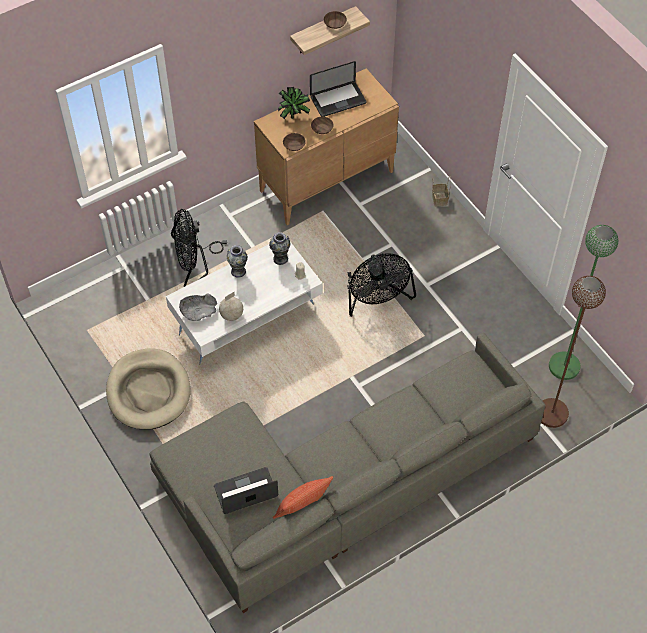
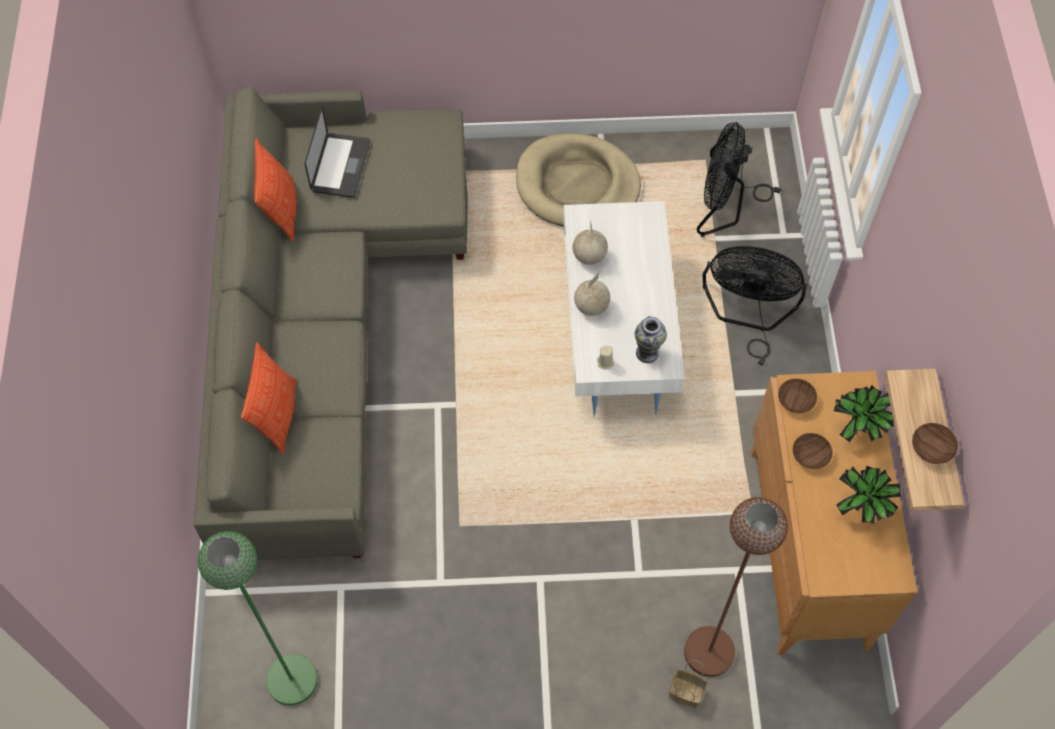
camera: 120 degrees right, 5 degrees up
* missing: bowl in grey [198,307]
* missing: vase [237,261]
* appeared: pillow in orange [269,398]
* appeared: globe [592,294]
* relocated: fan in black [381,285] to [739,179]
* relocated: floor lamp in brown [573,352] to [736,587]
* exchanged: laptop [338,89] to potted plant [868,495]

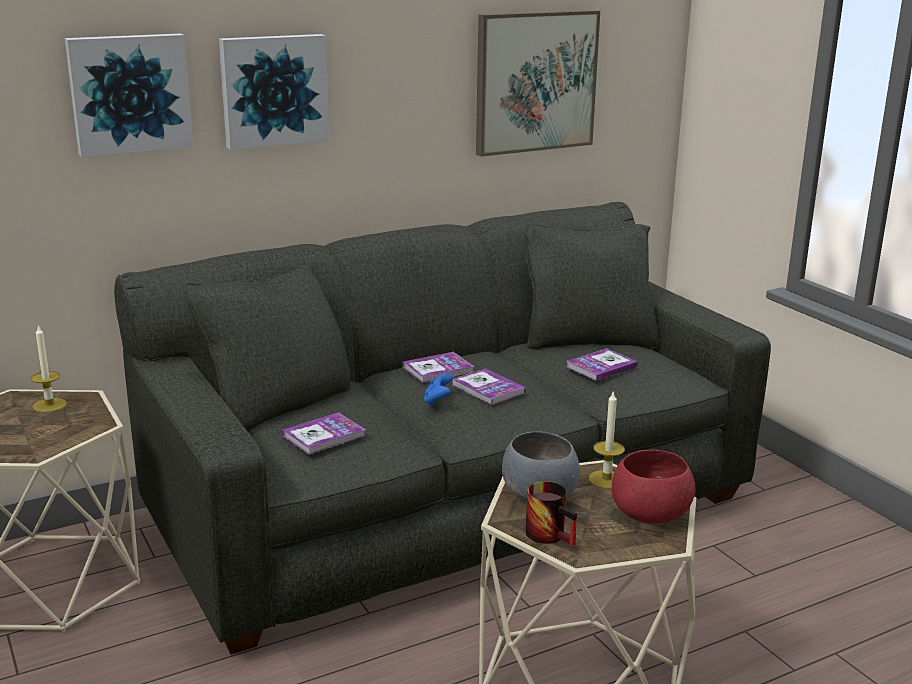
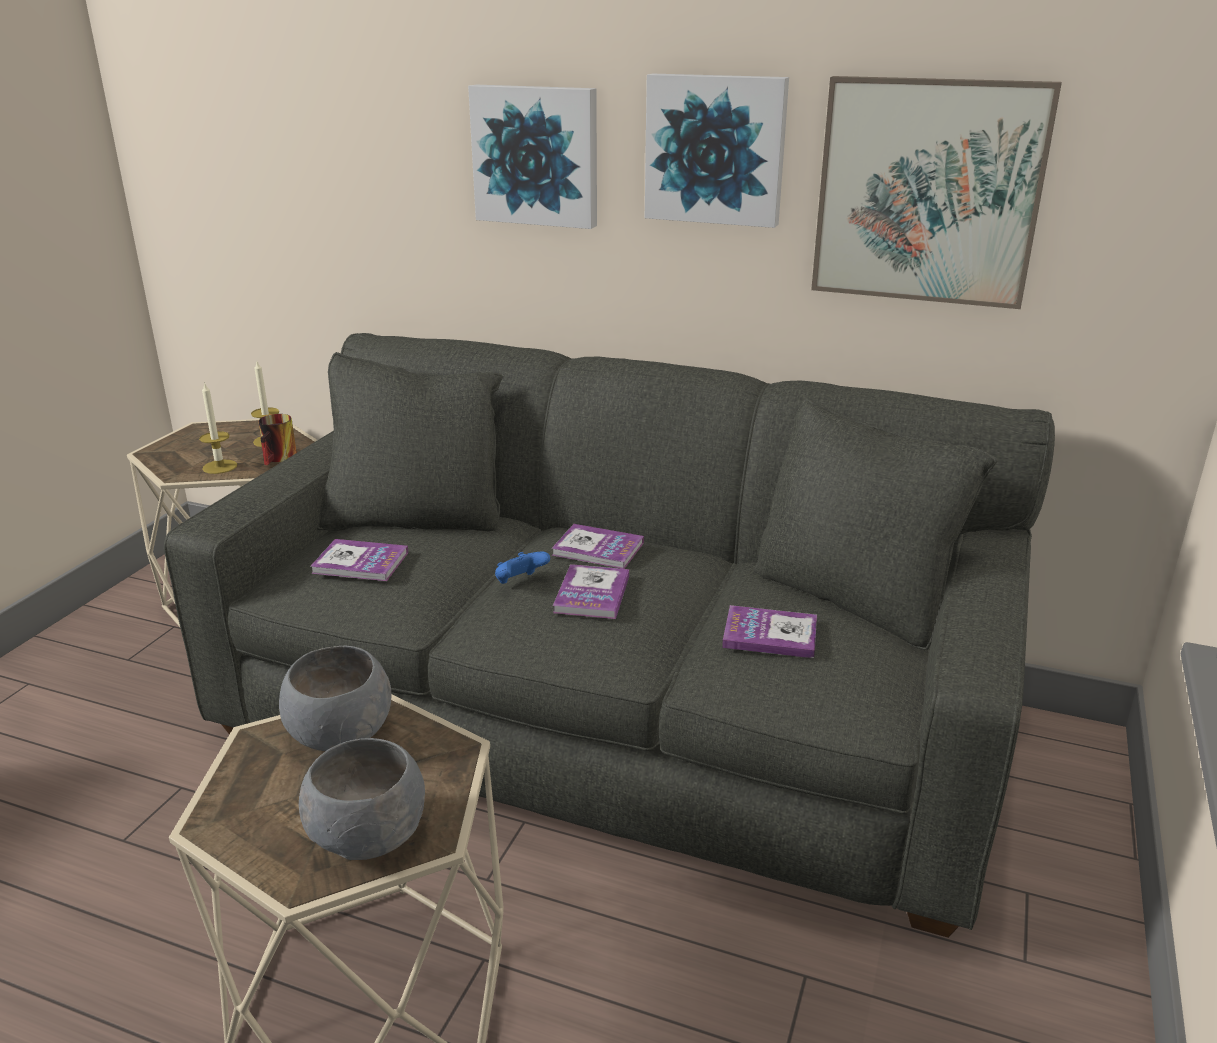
camera: 50 degrees right, 5 degrees up
* relocated: picture [129,95] to [717,151]
* relocated: mug [551,513] to [278,439]
* relocated: candle [607,439] to [218,428]
* colour: bowl in red [654,487] to bowl in grey [362,799]

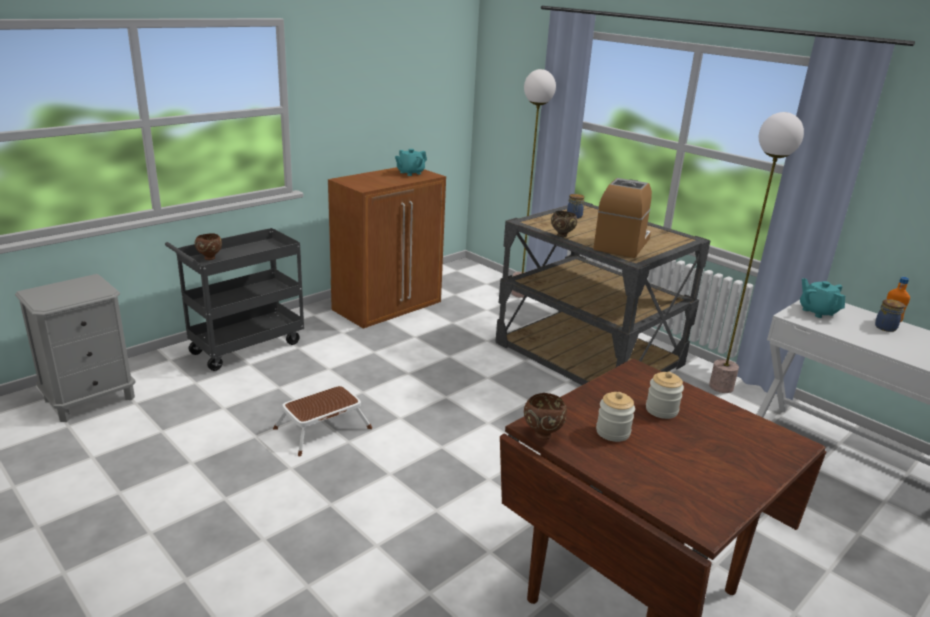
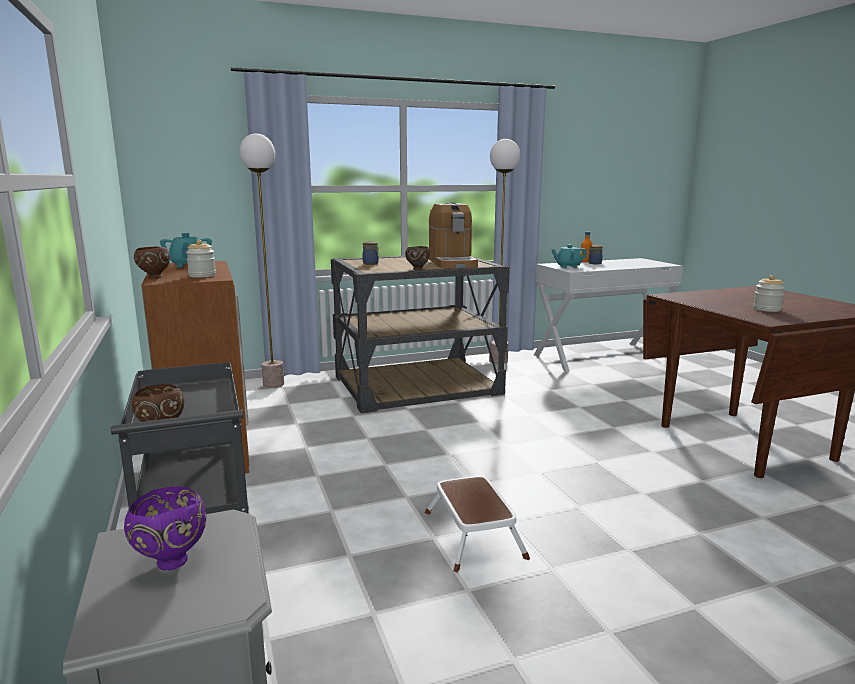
camera: 65 degrees left, 10 degrees down
* appeared: bowl in purple [165,528]
* relocated: bowl in brown [545,416] to [152,262]
* relocated: jar [665,395] to [201,259]
* spun: coffee machine [622,218] = [453,235] 150 degrees counterclockwise

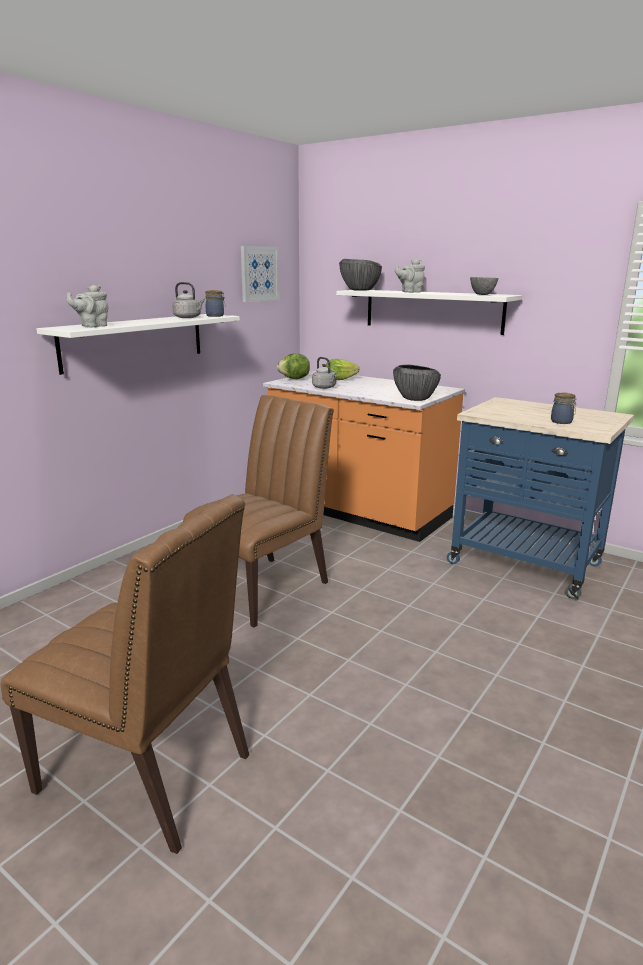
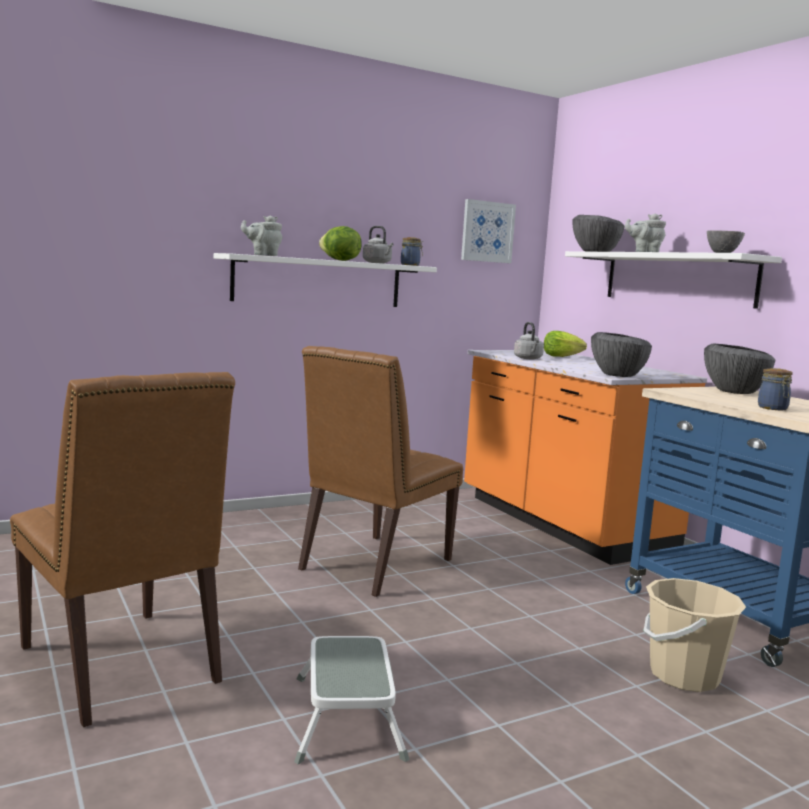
camera: 25 degrees right, 10 degrees down
* appeared: step ladder in grey [351,700]
* appeared: bucket in beige [694,635]
* appeared: bowl [740,369]
* relocated: lettuce [293,366] to [340,243]
* spun: chair in brown [258,511] = [380,471] 150 degrees clockwise

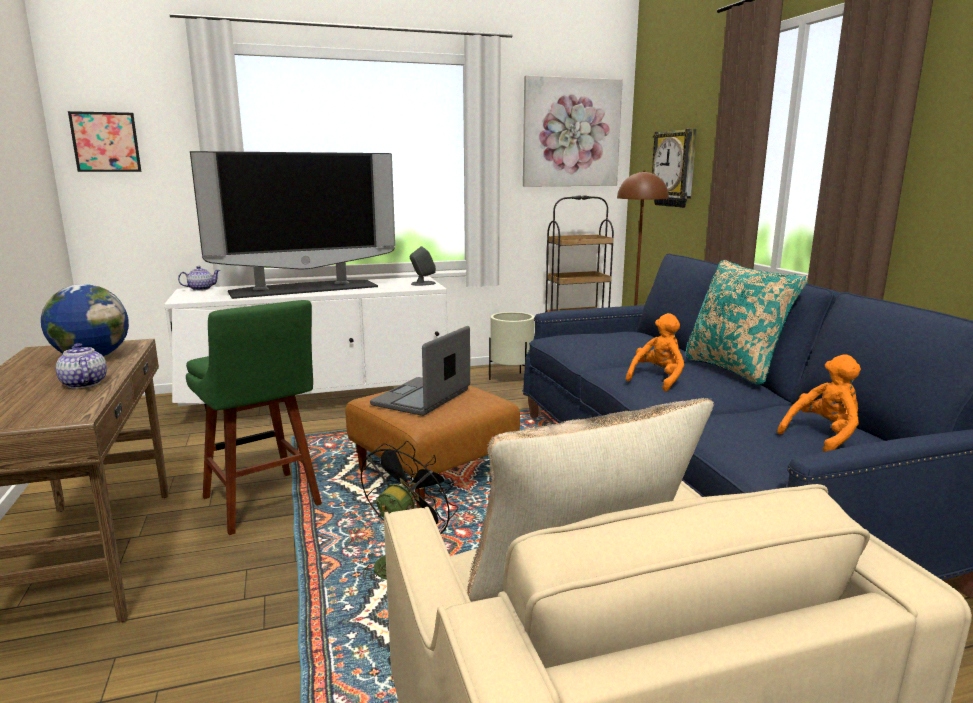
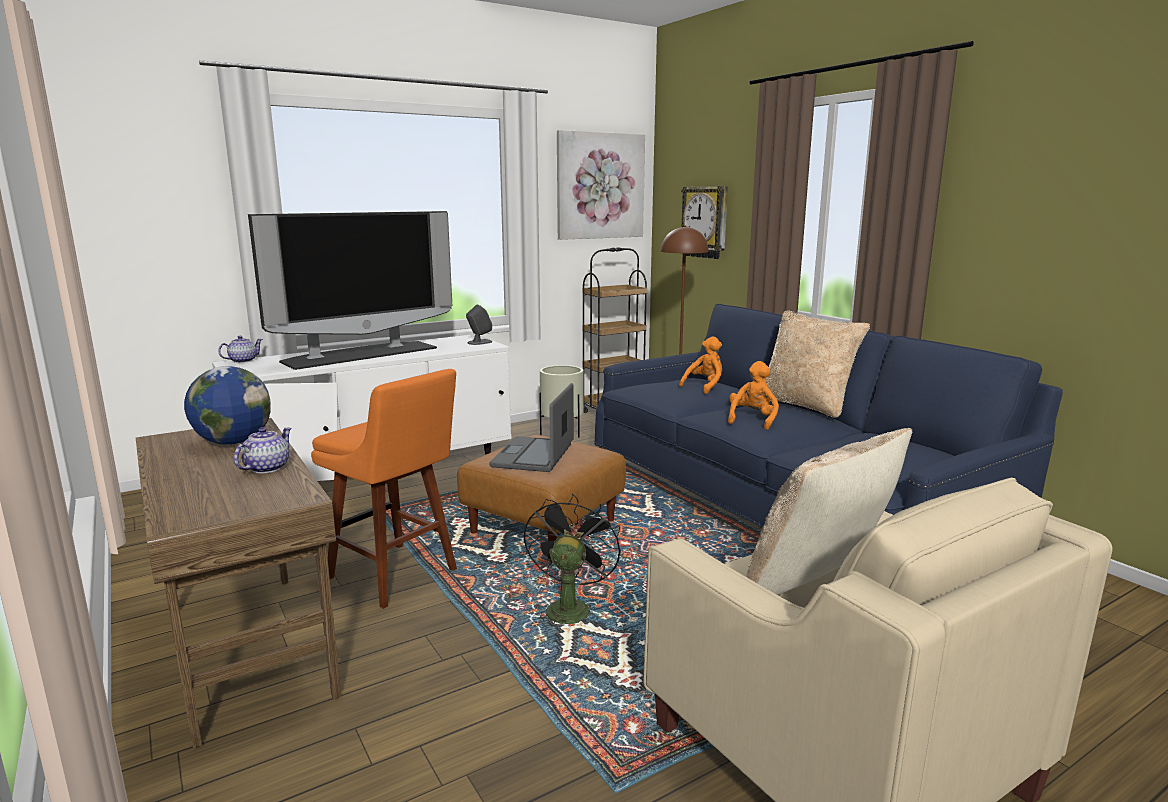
camera: 15 degrees left, 0 degrees up
* missing: picture [104,141]
* relocated: plush toy in orange [819,403] to [700,365]
* colour: stool in green [254,417] to stool in orange [384,489]
* colour: pillow in turquoise [747,322] to pillow in beige [817,364]
* spun: teapot [81,366] = [263,450] 75 degrees clockwise

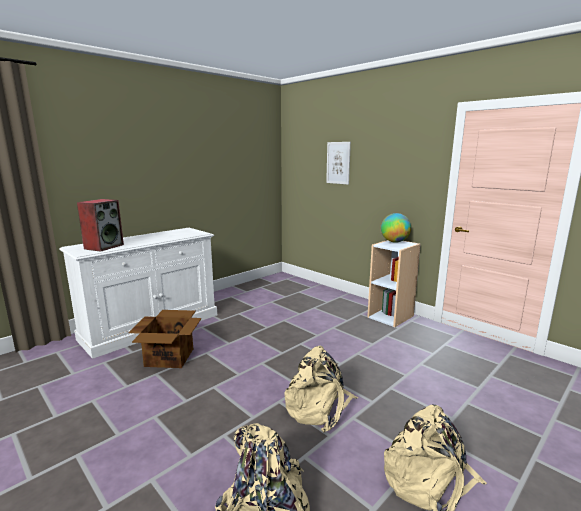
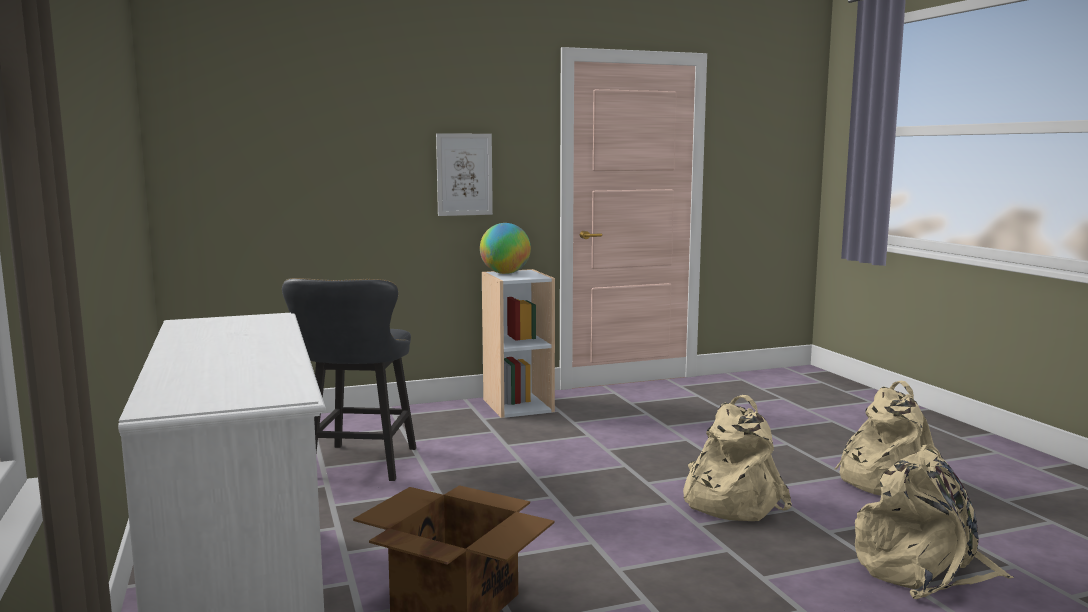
camera: 65 degrees left, 5 degrees down
* missing: speaker [100,225]
* appeared: stool in grey [349,379]
* relocated: picture [338,163] to [464,174]

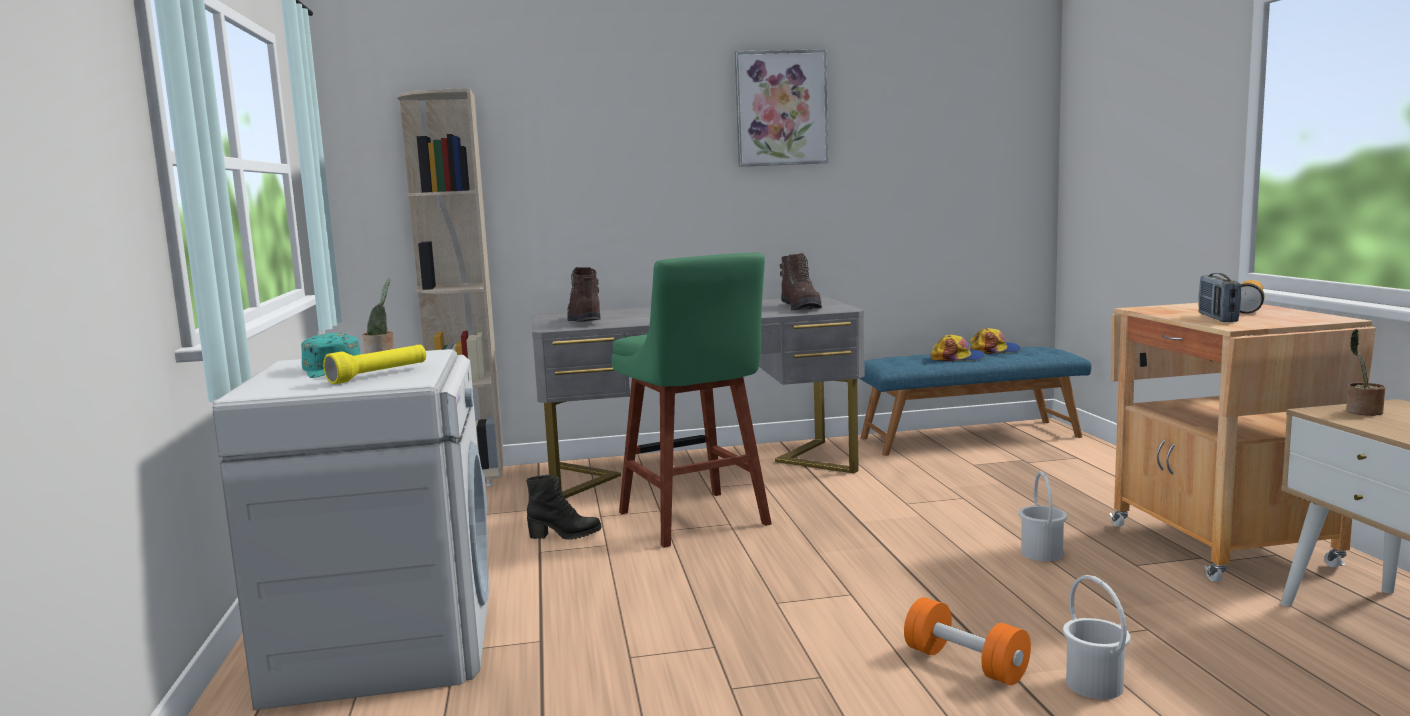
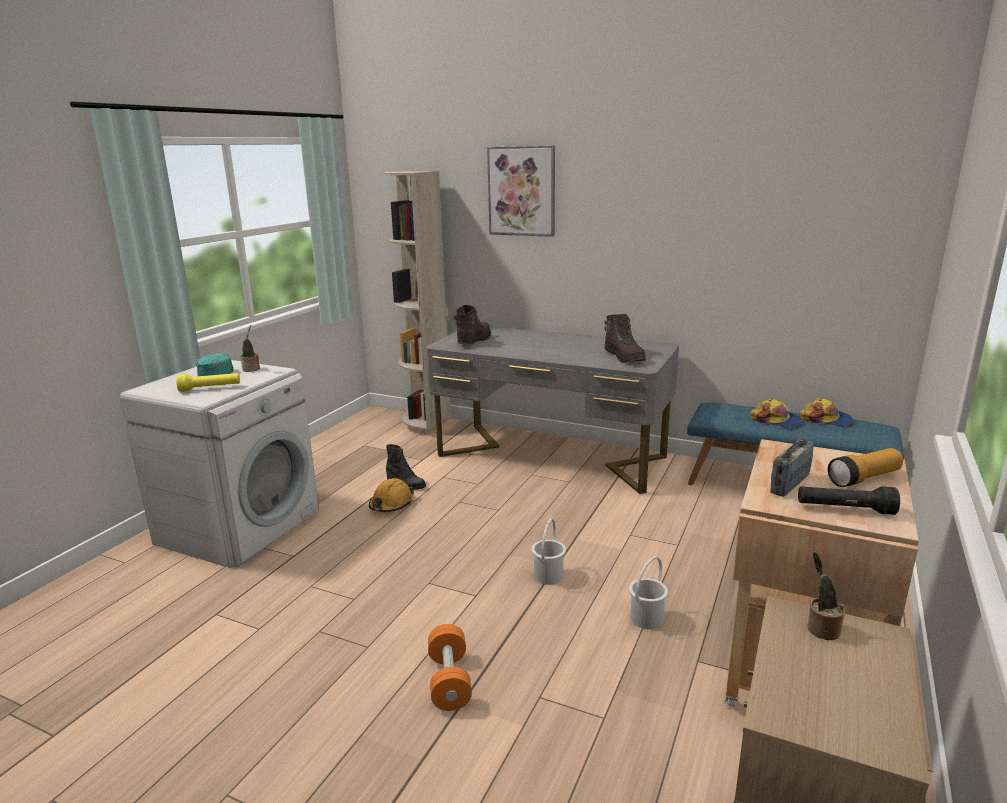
camera: 35 degrees right, 10 degrees up
* missing: stool in green [692,400]
* appeared: hard hat in orange [391,495]
* appeared: flashlight in black [849,500]
* relocated: picture [781,108] to [521,191]
* relocated: bucket in white [1096,637] to [548,551]
* spun: boot in brown [801,281] = [625,338] 45 degrees counterclockwise

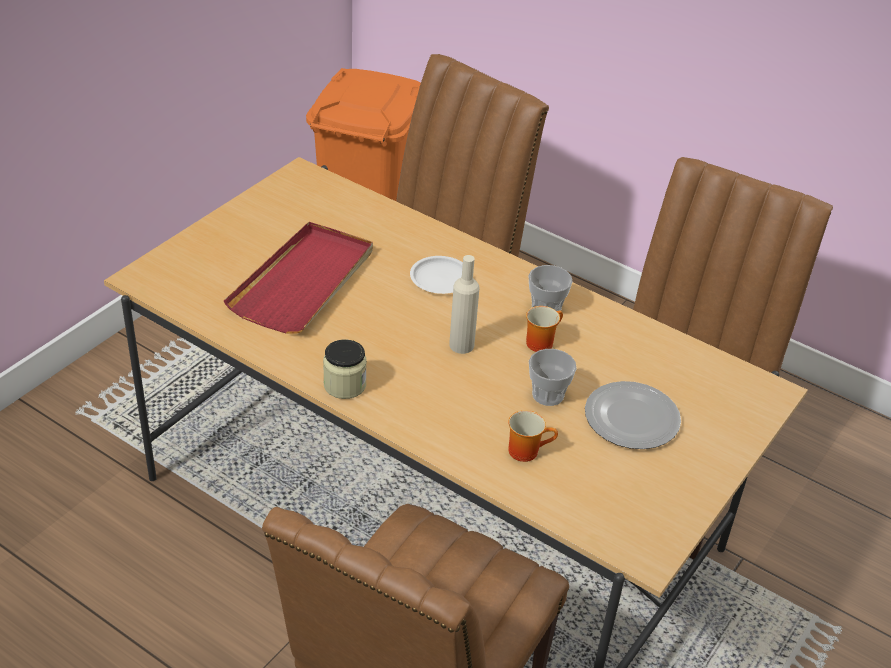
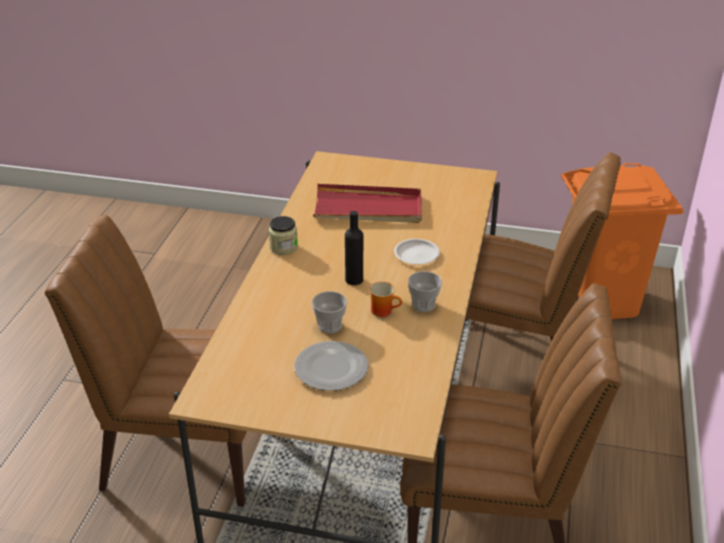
camera: 70 degrees right, 5 degrees down
* missing: mug [533,436]
* colour: bottle in beige [464,304] to bottle in black [354,248]

